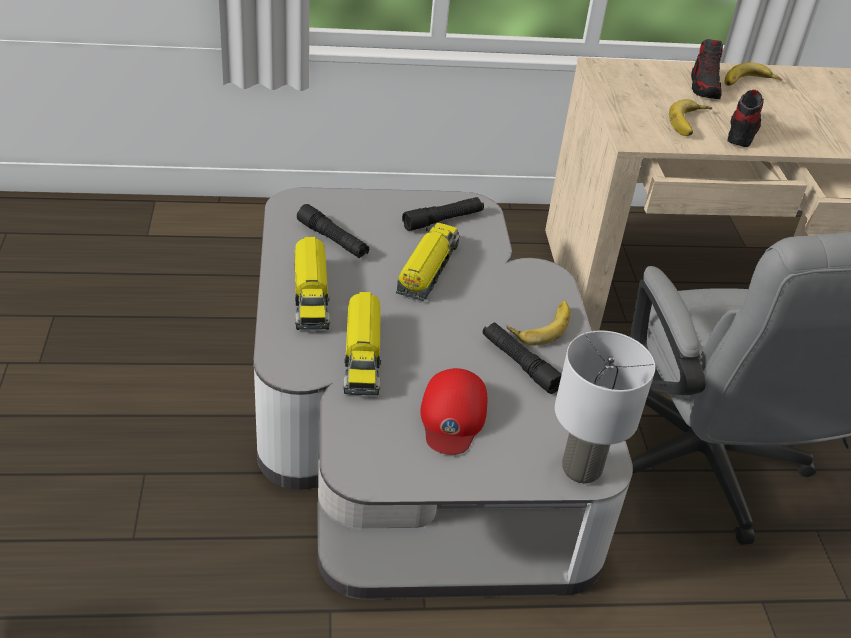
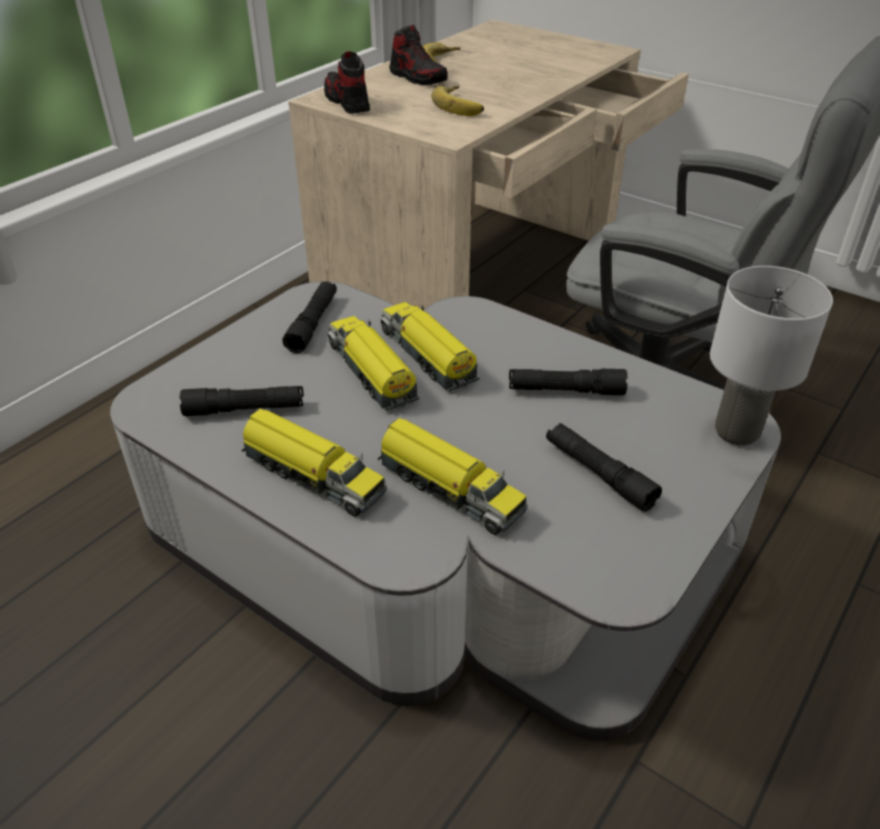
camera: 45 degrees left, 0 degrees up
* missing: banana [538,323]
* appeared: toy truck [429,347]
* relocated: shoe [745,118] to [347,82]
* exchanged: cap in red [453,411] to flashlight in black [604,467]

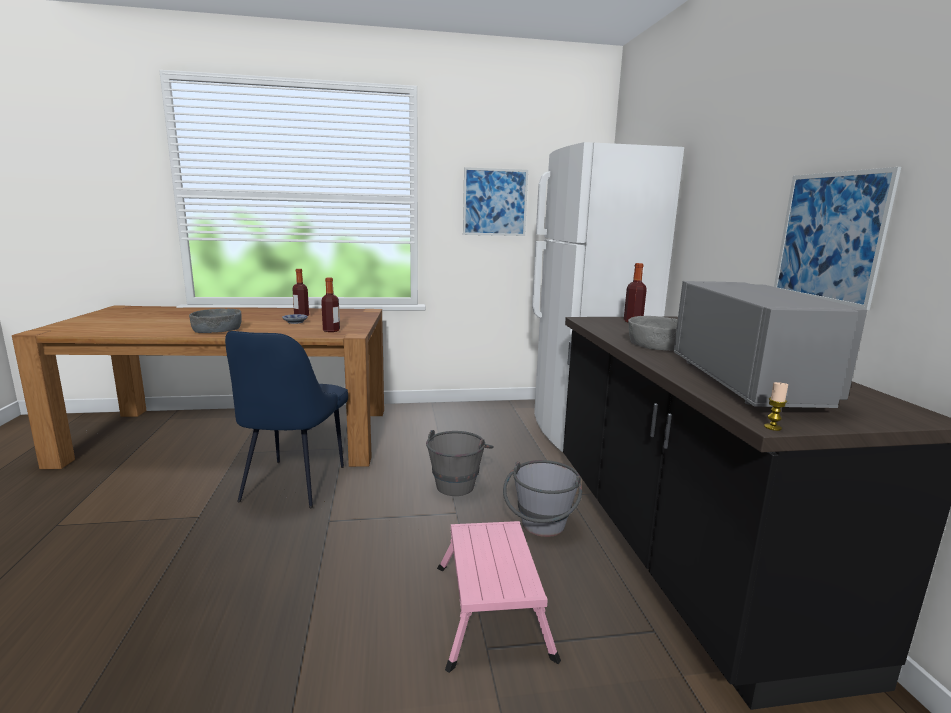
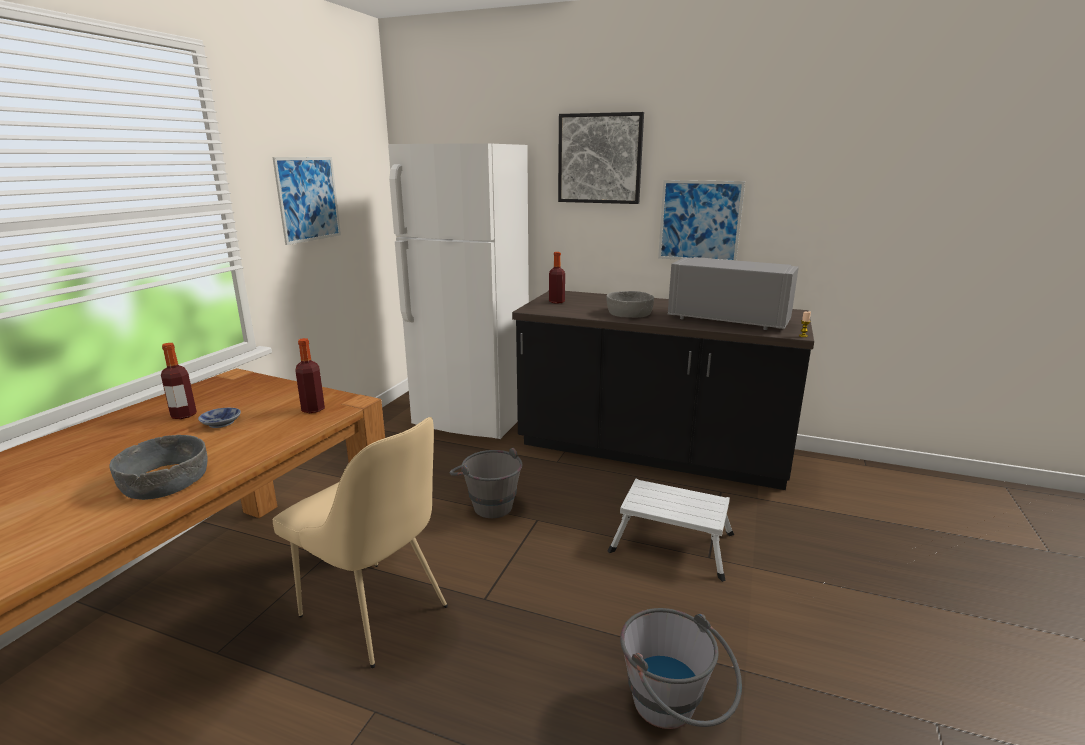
camera: 60 degrees left, 5 degrees up
* appeared: picture [601,158]
* relocated: bucket in grey [542,498] to [681,668]
* colour: chair in blue [286,419] to chair in beige [360,542]
* colour: step ladder in pink [499,597] to step ladder in white [671,530]

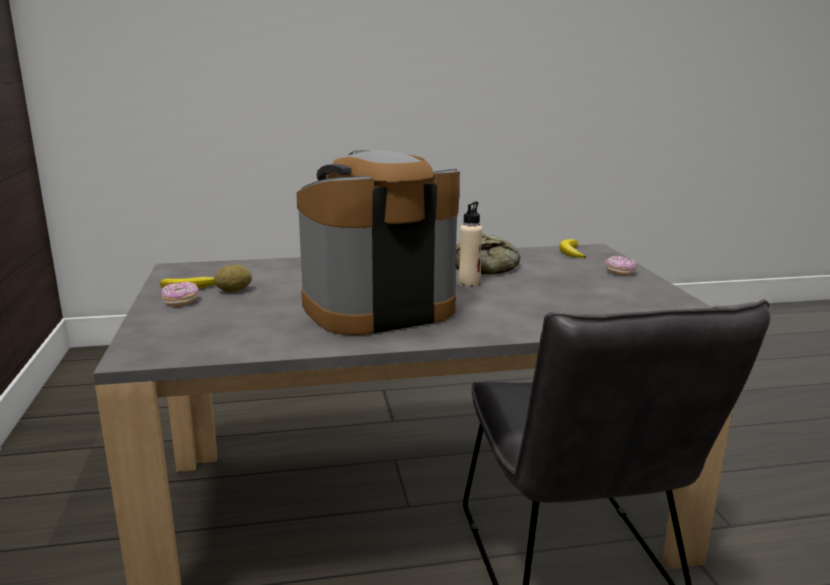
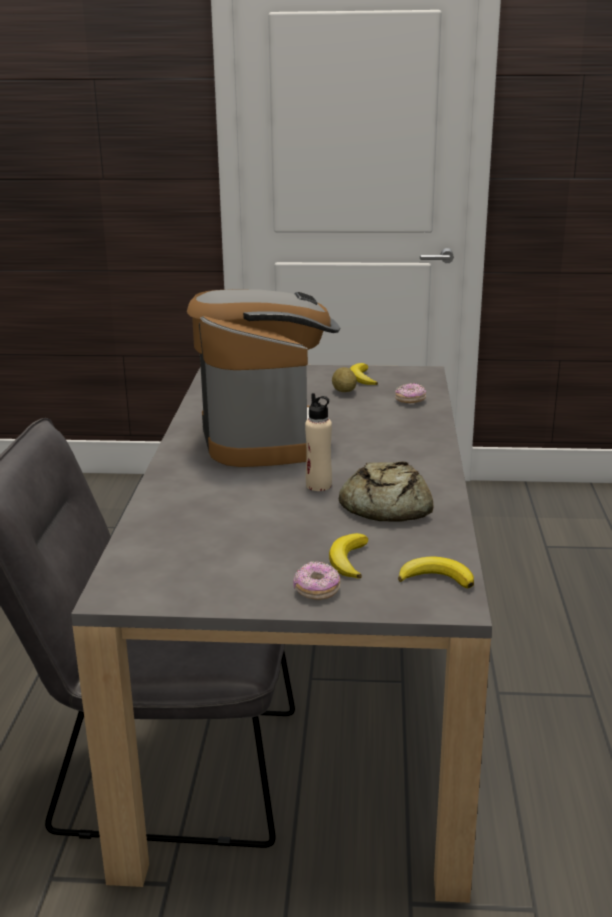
camera: 105 degrees right, 5 degrees up
* appeared: banana [348,555]
* relocated: donut [179,294] to [410,393]

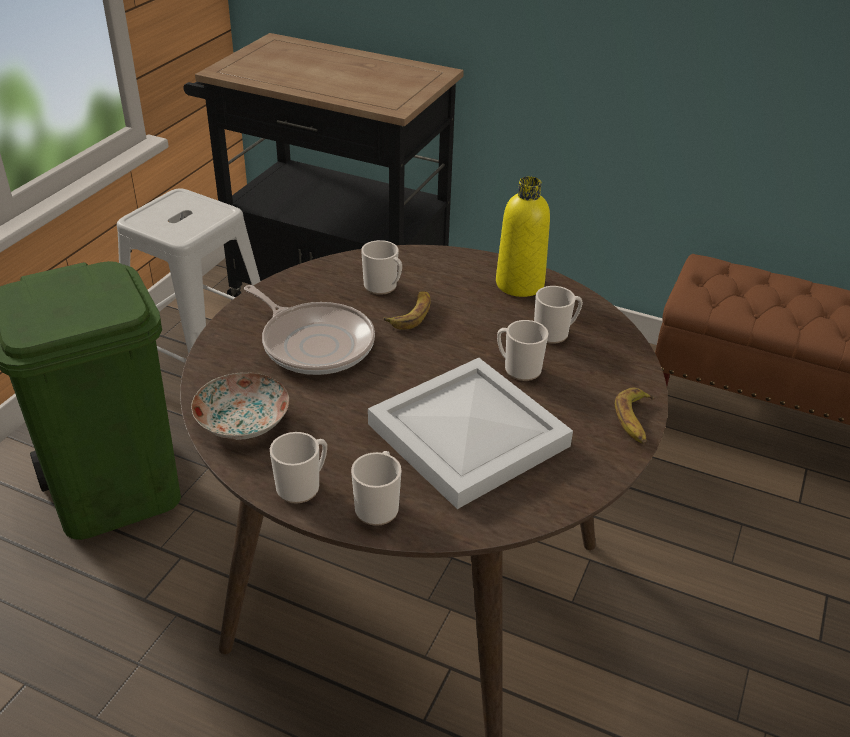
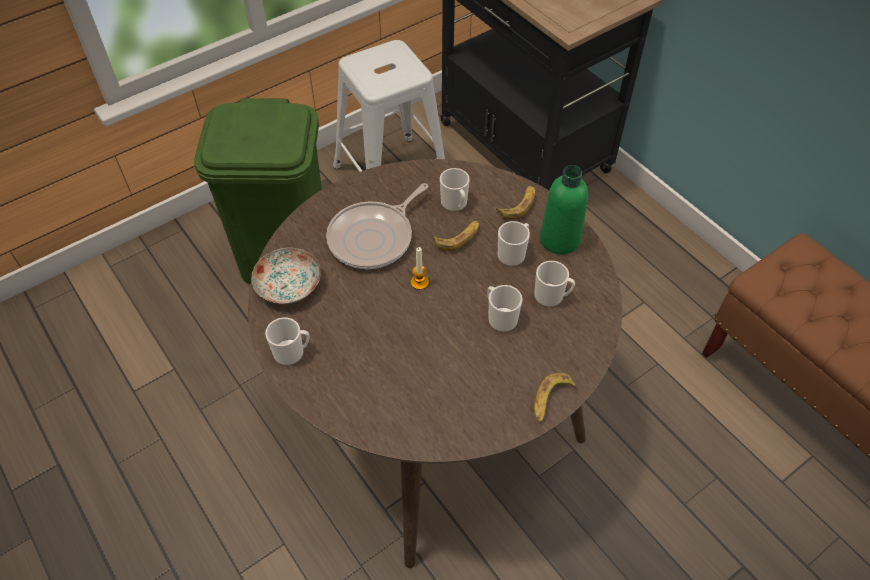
camera: 30 degrees right, 15 degrees up
* missing: tray in white [470,433]
* appeared: candle [420,268]
* appeared: banana [515,203]
* relocated: mug [376,488] to [514,243]
* colour: bottle in yellow [523,236] to bottle in green [564,210]
* spun: frying pan [309,330] = [377,226] 60 degrees clockwise

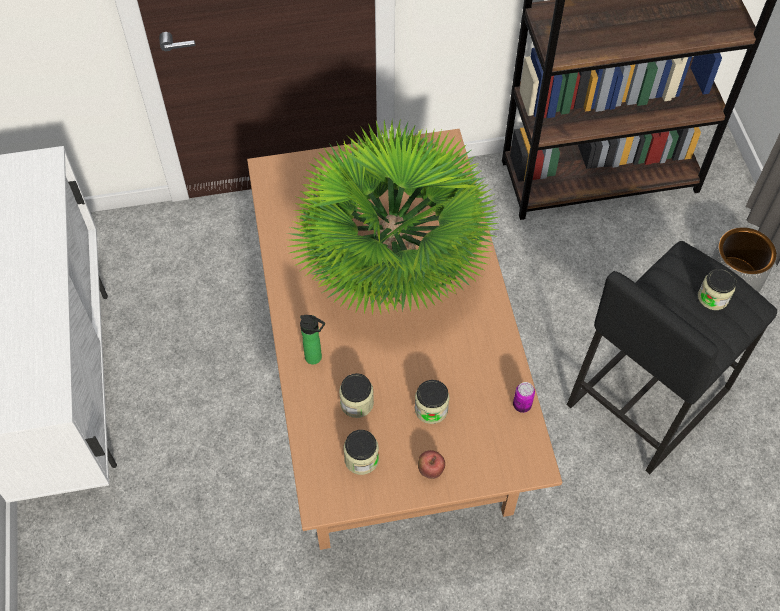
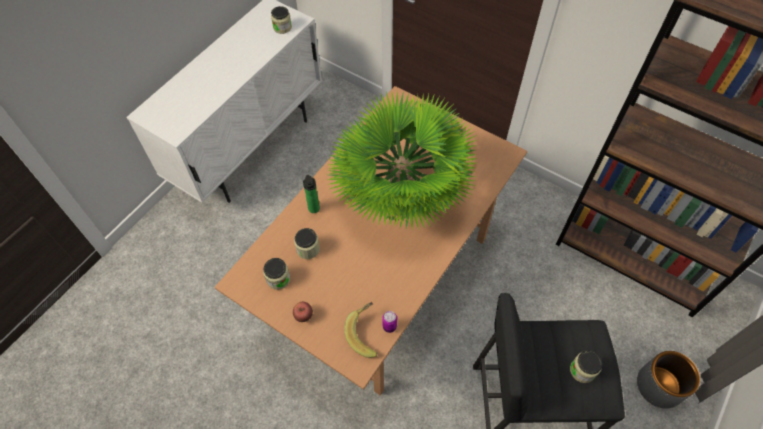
camera: 45 degrees right, 0 degrees up
* appeared: banana [361,330]
* relocated: jar [432,402] to [281,20]

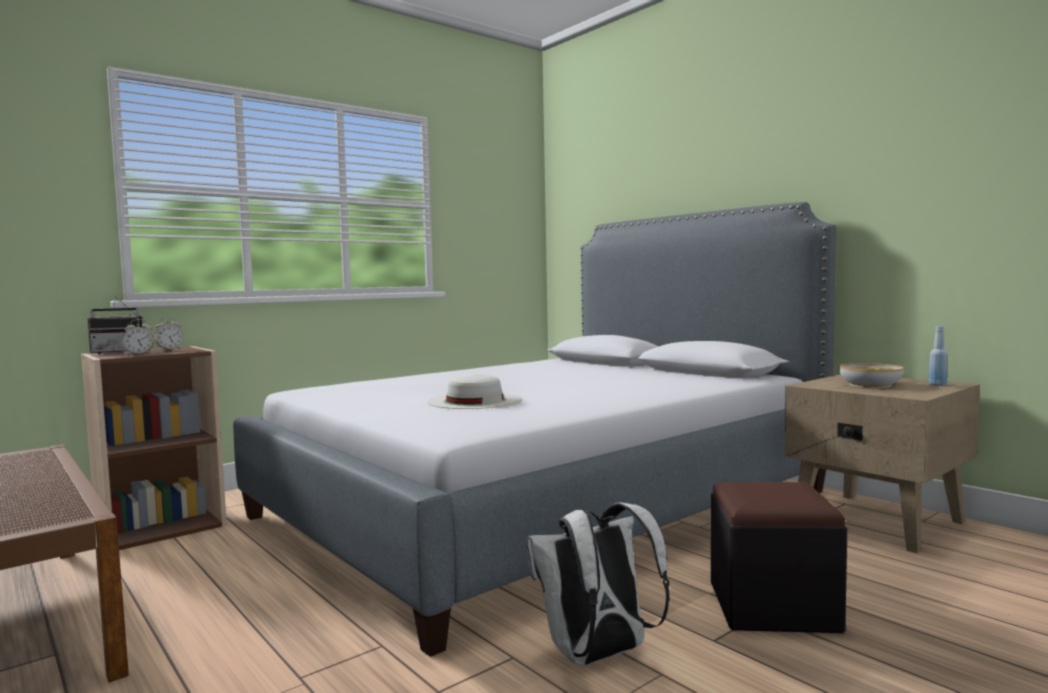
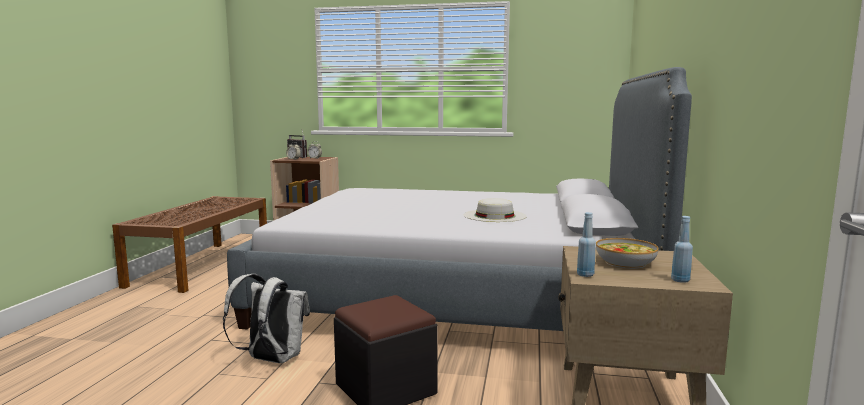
camera: 50 degrees right, 5 degrees up
* appeared: bottle in blue [586,244]
* relocated: hat in white [474,391] to [495,210]

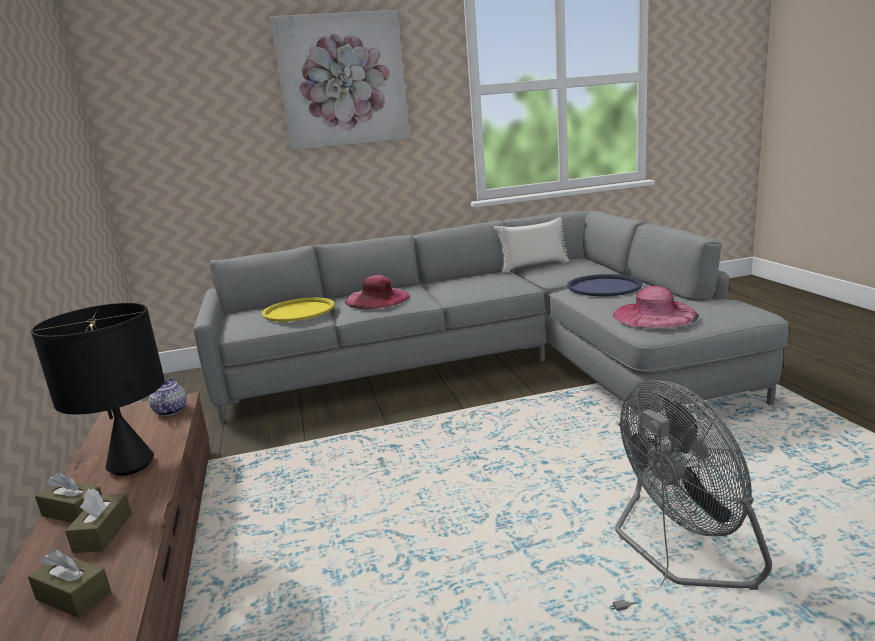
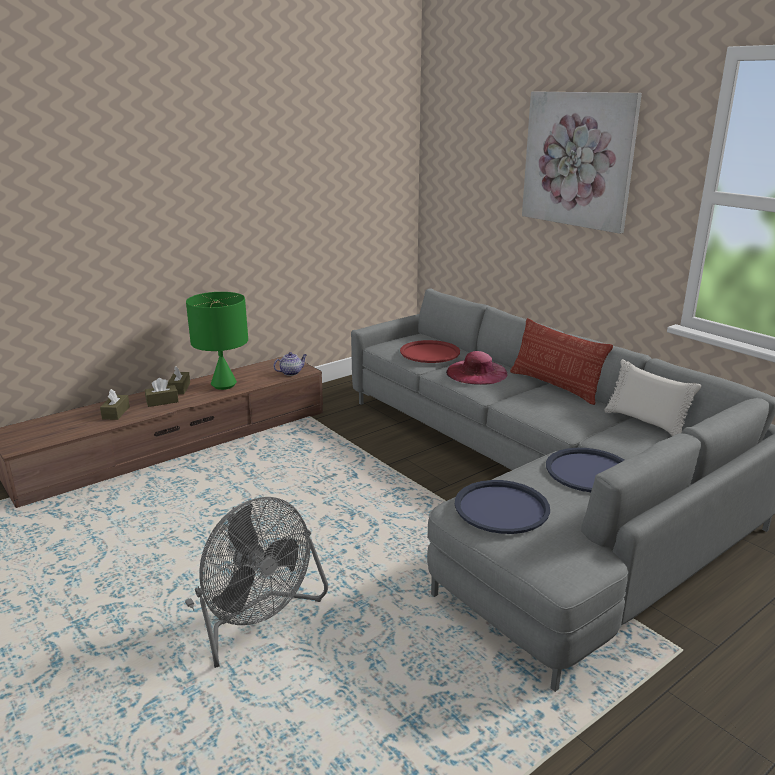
camera: 65 degrees right, 5 degrees up
* appeared: pillow [561,361]
* exchanged: hat in pink [656,307] to tray in blue [502,507]
* colour: table lamp in black [98,389] to table lamp in green [217,341]
* colour: tray in yellow [298,309] to tray in red [430,351]

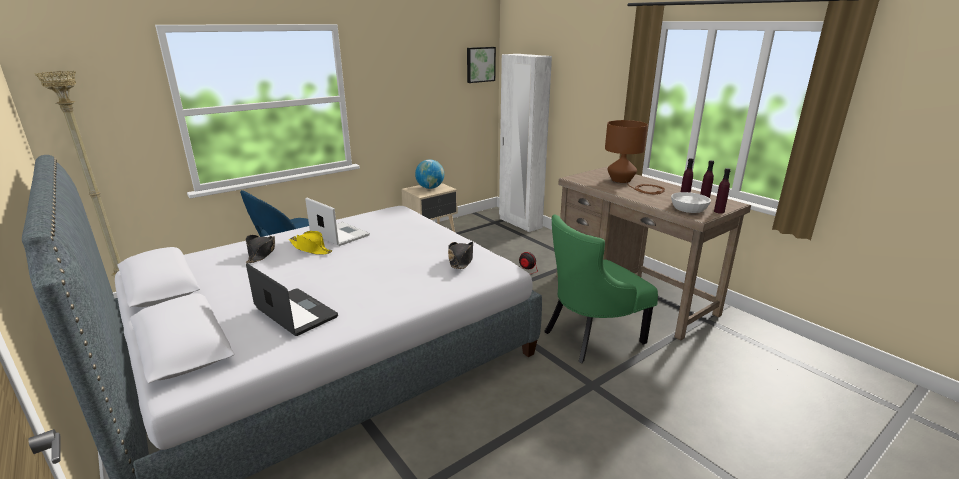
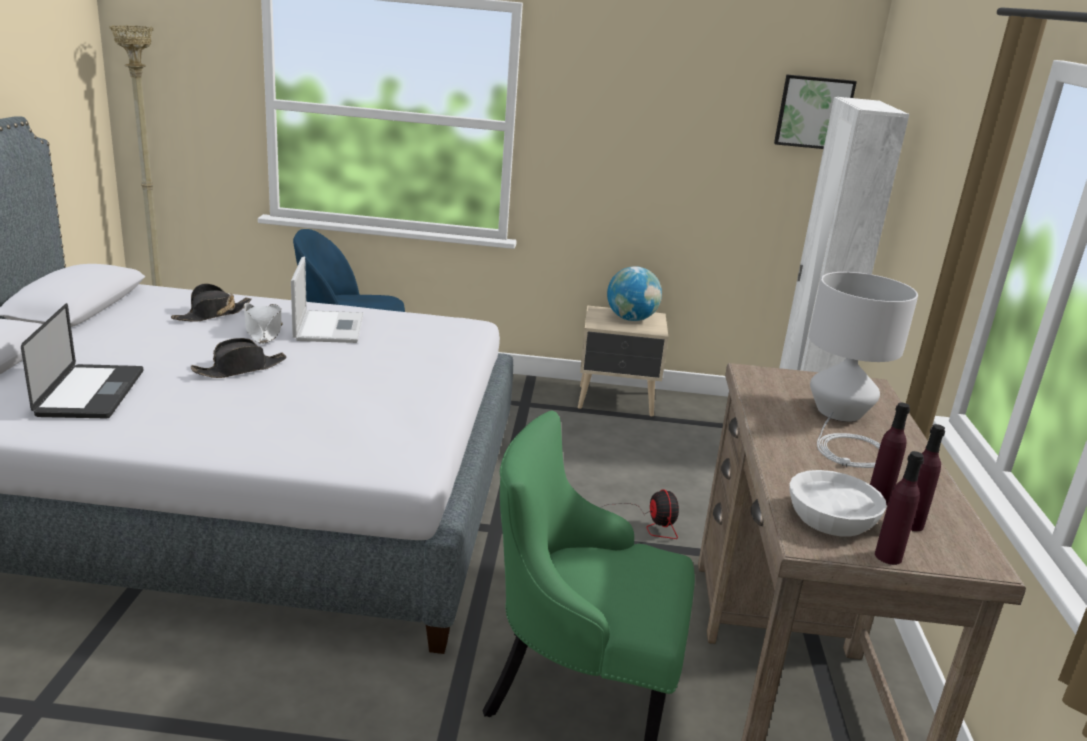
camera: 40 degrees right, 0 degrees up
* relocated: hat in black [460,255] to [239,358]
* colour: hat in yellow [310,243] to hat in white [263,323]
* colour: table lamp in brown [635,157] to table lamp in grey [863,370]

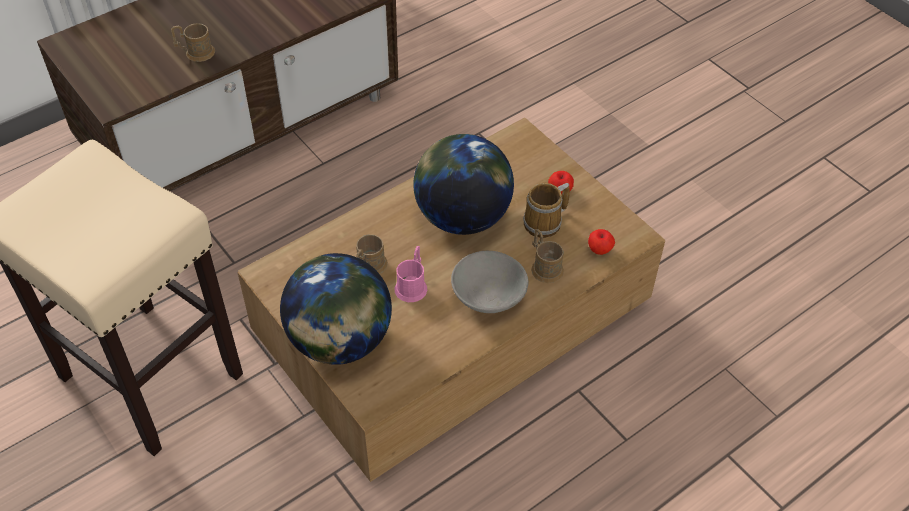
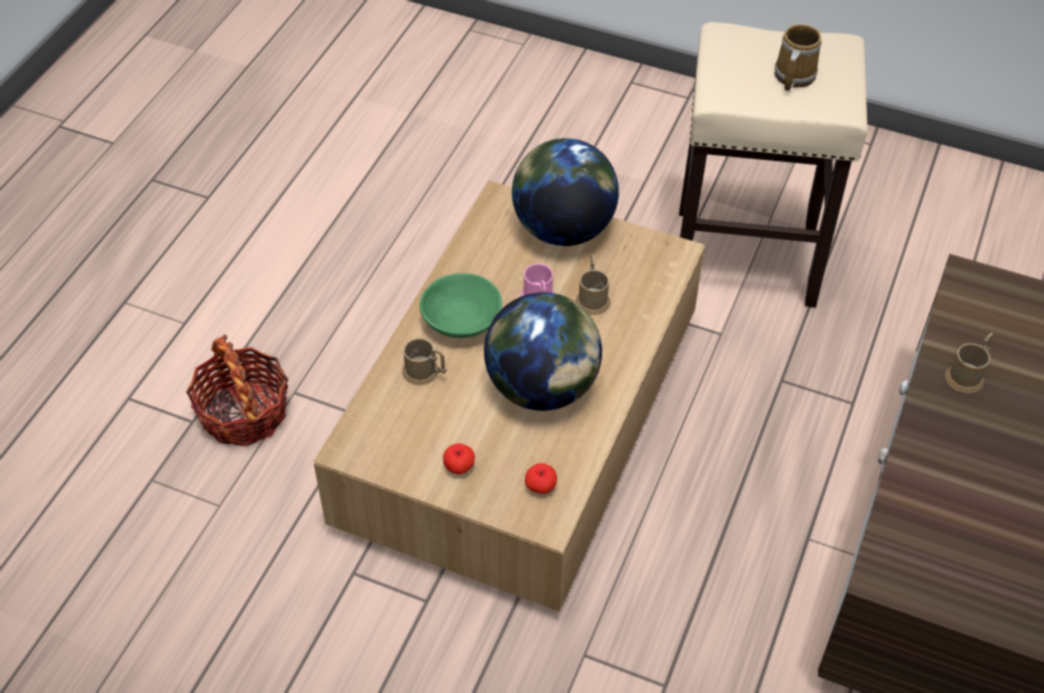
camera: 150 degrees right, 0 degrees up
* appeared: basket [237,390]
* relocated: mug [546,210] to [798,57]
* relocated: apple [601,242] to [541,478]
* colour: bowl in grey [490,282] to bowl in green [460,305]

